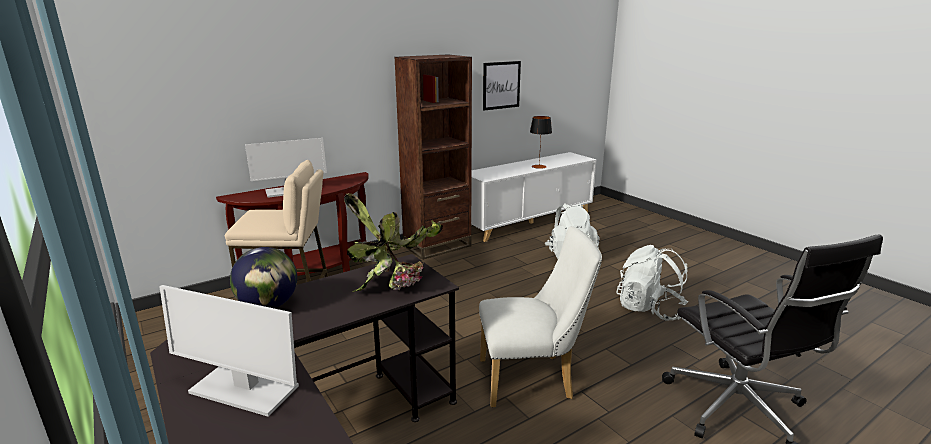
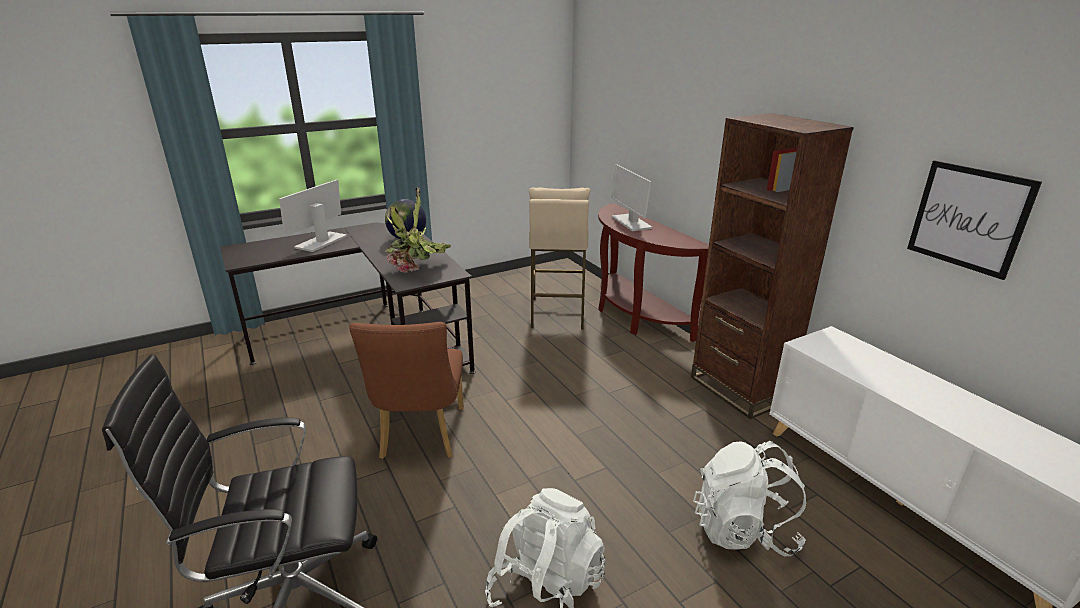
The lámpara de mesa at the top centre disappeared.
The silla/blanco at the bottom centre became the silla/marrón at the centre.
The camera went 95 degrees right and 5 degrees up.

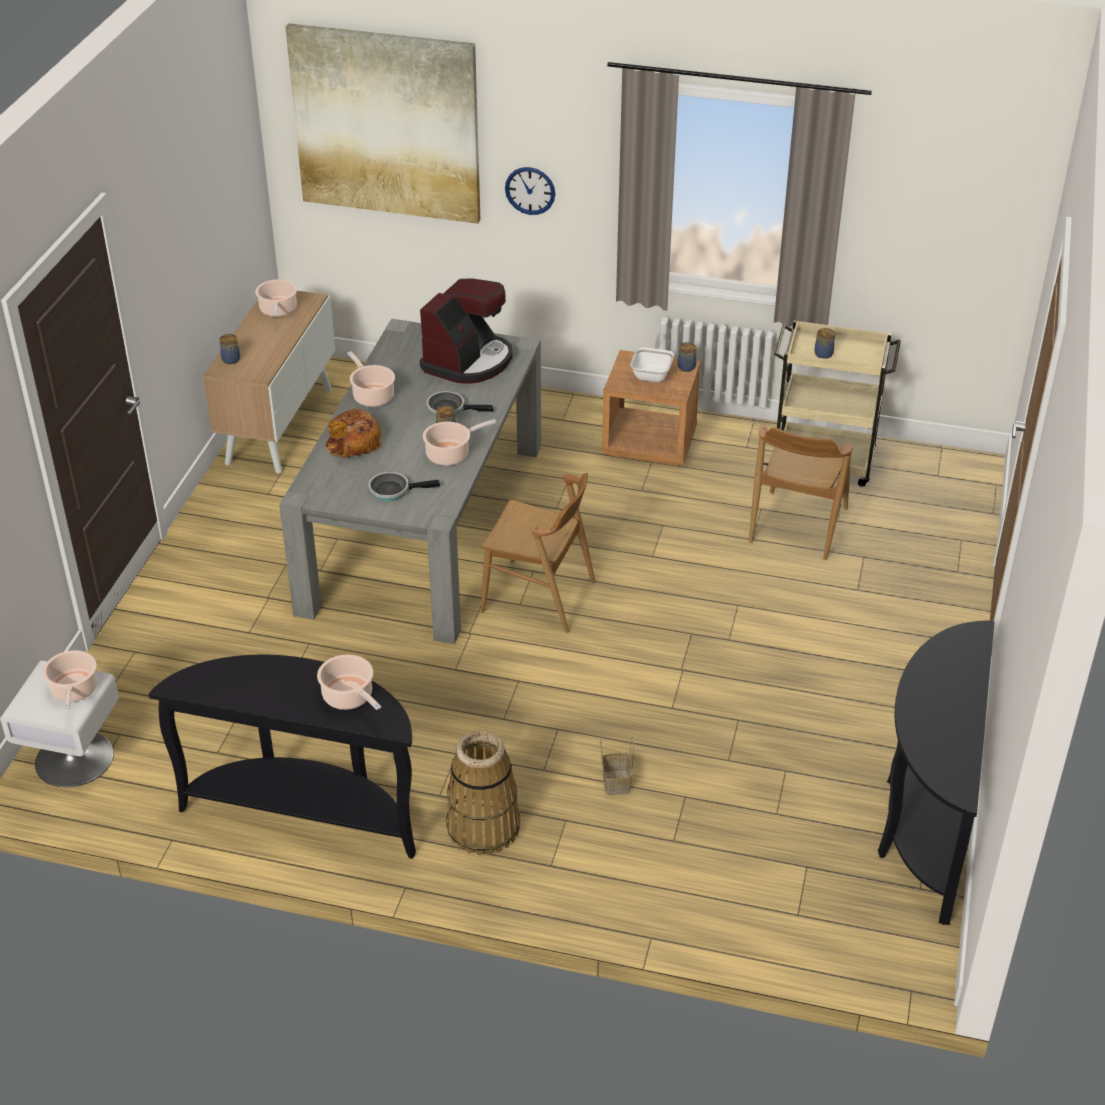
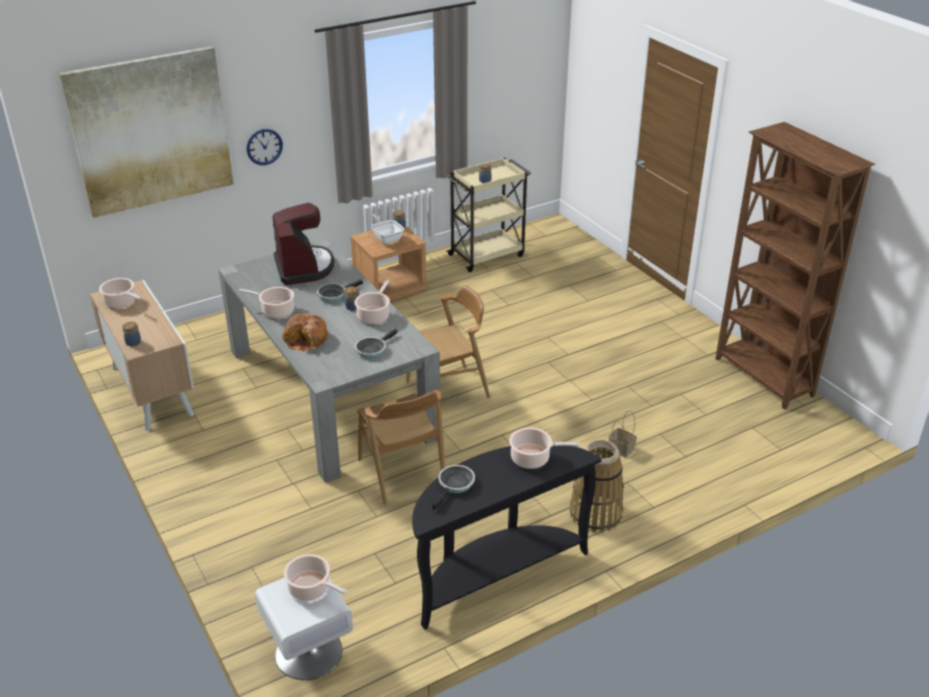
The sartén (4th from left) at the bottom centre appeared.
The silla/marrón (2nd from left in the first image) moved from the middle right to the centre.
The mesa consola/negro (2nd from left) at the bottom right was replaced by the estantería/marrón at the middle right.
The camera went 45 degrees left and 5 degrees down.

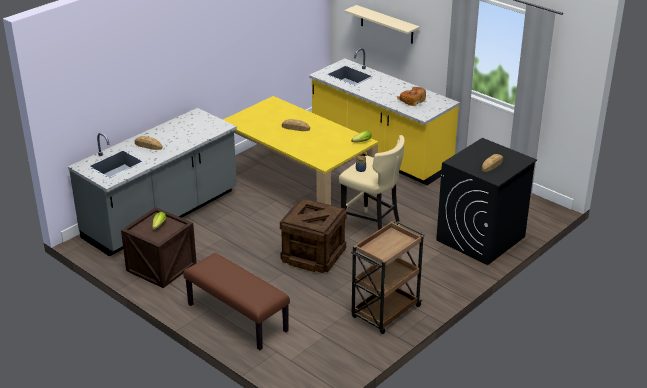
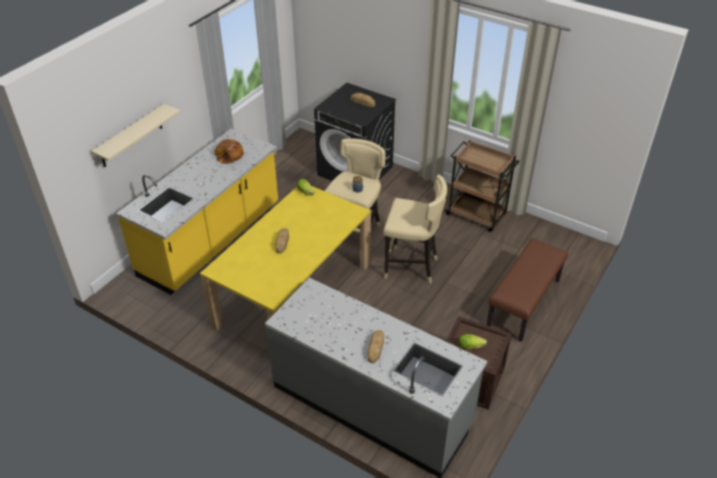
The caja de embalaje (2nd from left) at the centre was replaced by the taburete/beis (2nd from left) at the centre.
The camera went 100 degrees left and 10 degrees up.

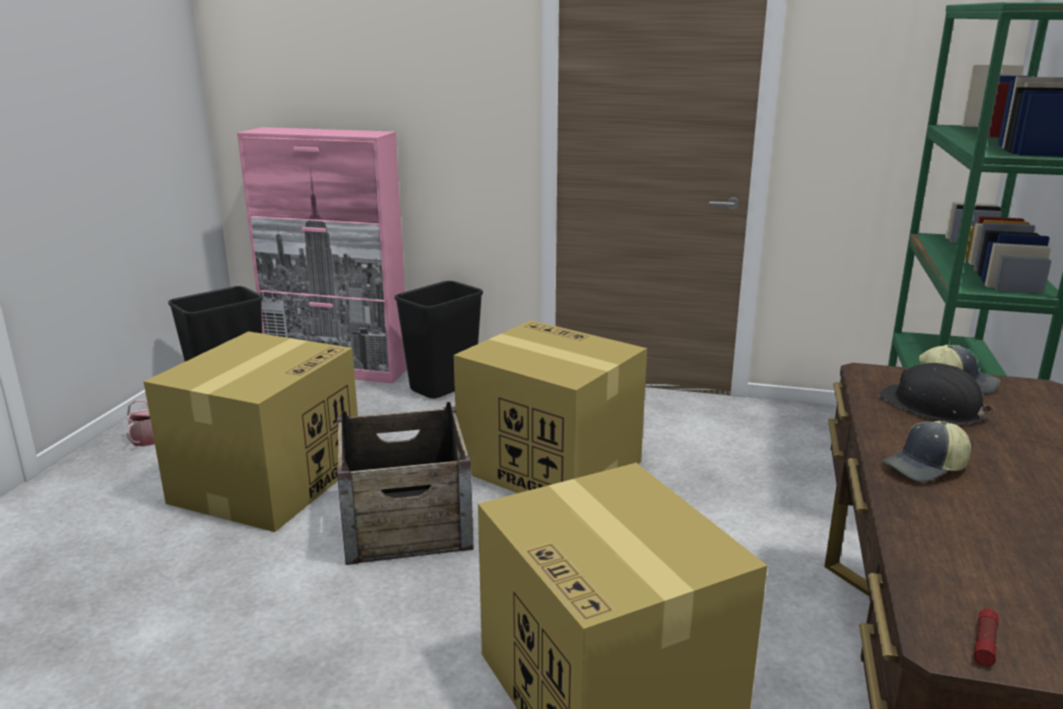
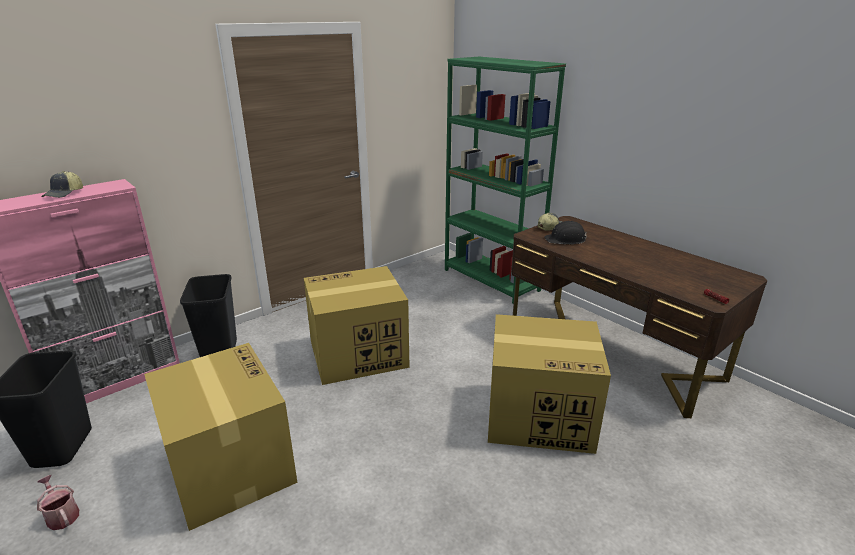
The caja de embalaje at the bottom centre disappeared.
The gorra (1st from left) moved from the middle right to the top left.
The camera went 55 degrees left and 5 degrees up.

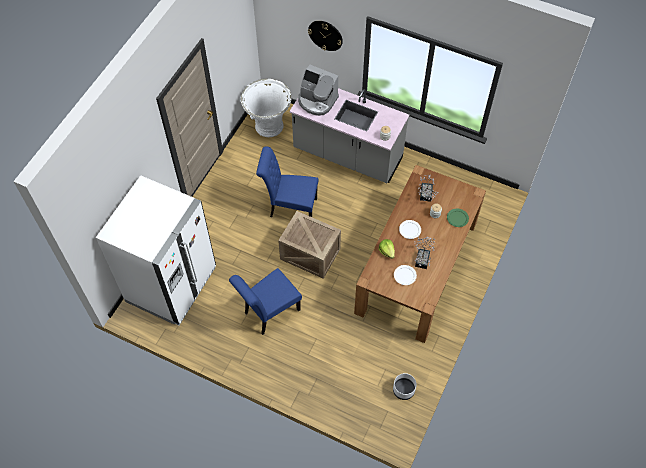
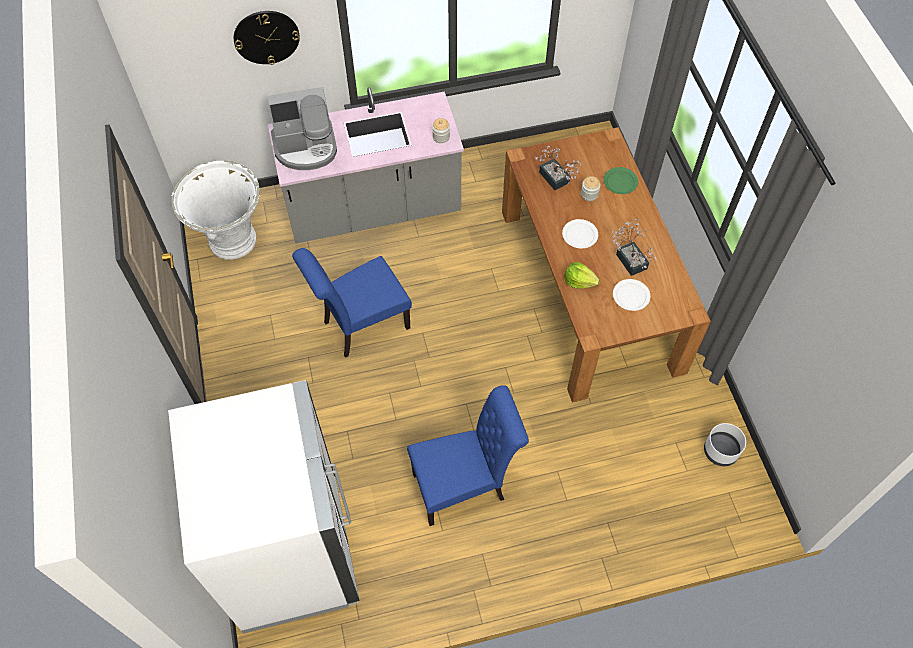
The caja de embalaje at the centre disappeared.
The silla/azul (1st from left in the first image) at the centre turned 120 degrees counterclockwise.
The camera went 40 degrees left and 0 degrees up.

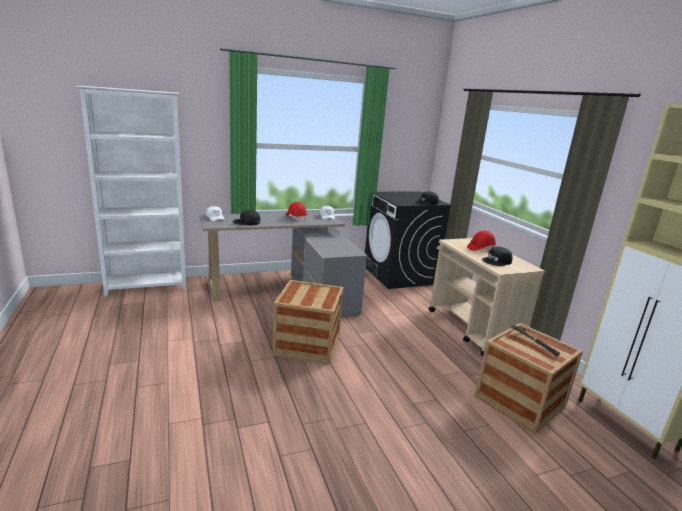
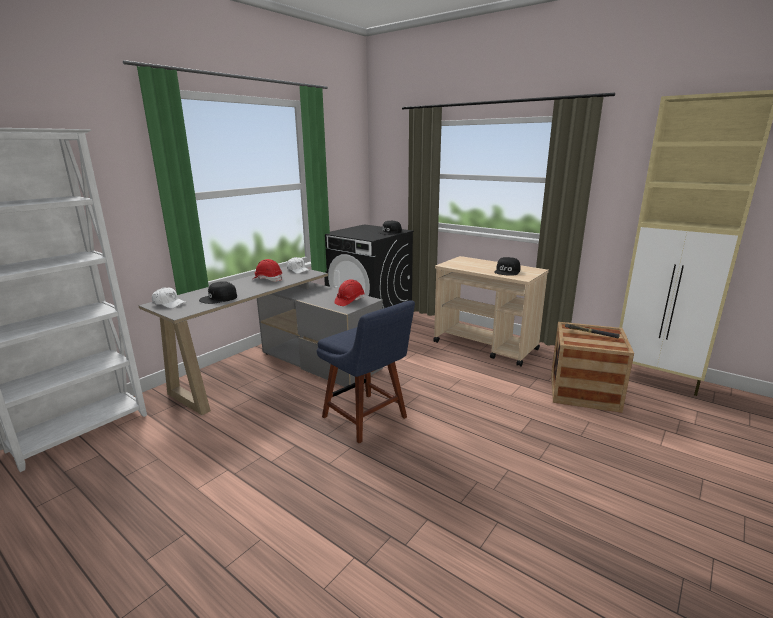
The casco/rojo (2nd from left) moved from the middle right to the centre.
The caja de embalaje (1st from left) at the centre was replaced by the silla/azul at the centre.
The camera went 30 degrees left and 0 degrees up.

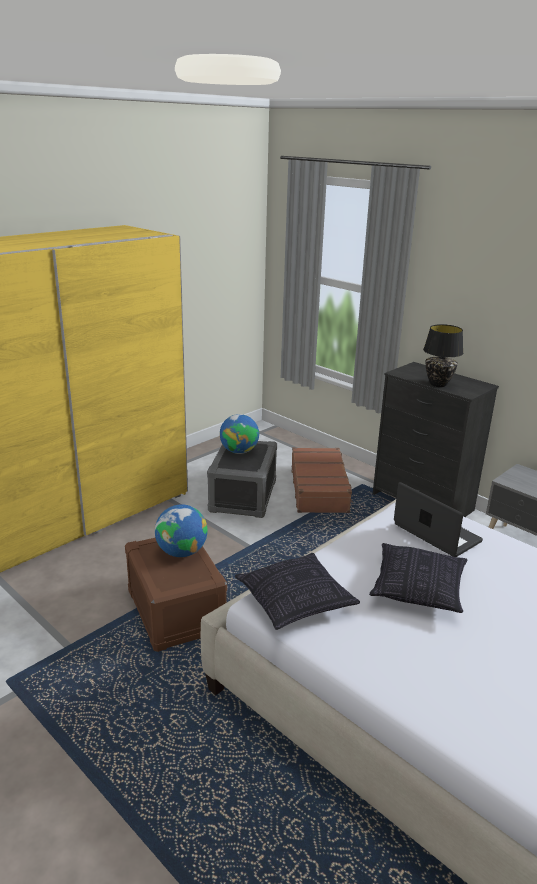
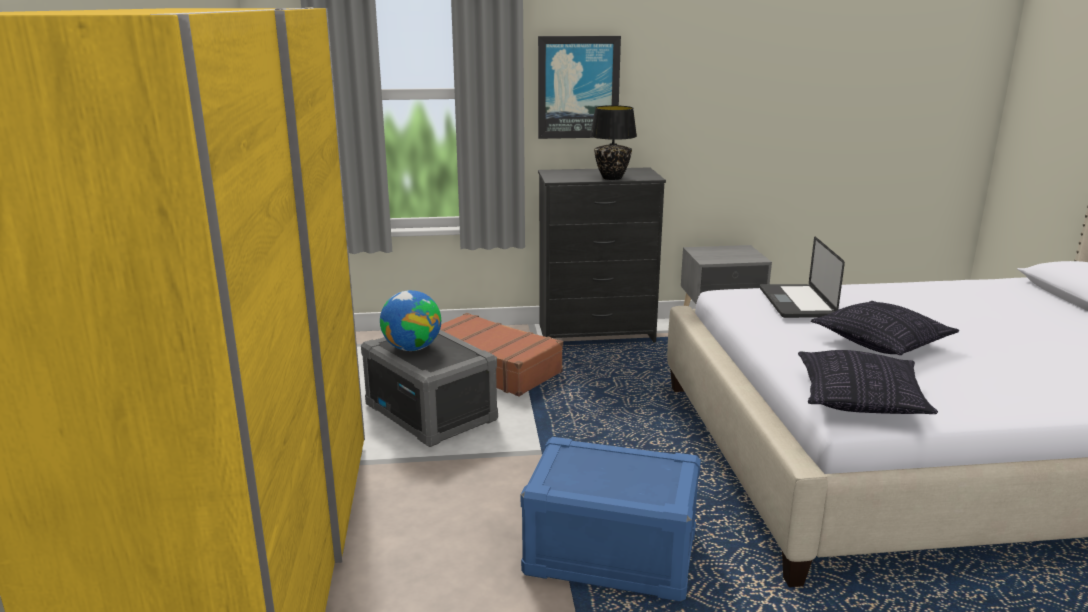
The globo terráqueo (1st from left) at the centre disappeared.
The cuadro at the top centre appeared.
The caja de almacenaje/marrón at the bottom left became the caja de almacenaje/azul at the bottom centre.
The portátil at the middle right turned 90 degrees counterclockwise.
The camera went 50 degrees left and 5 degrees down.

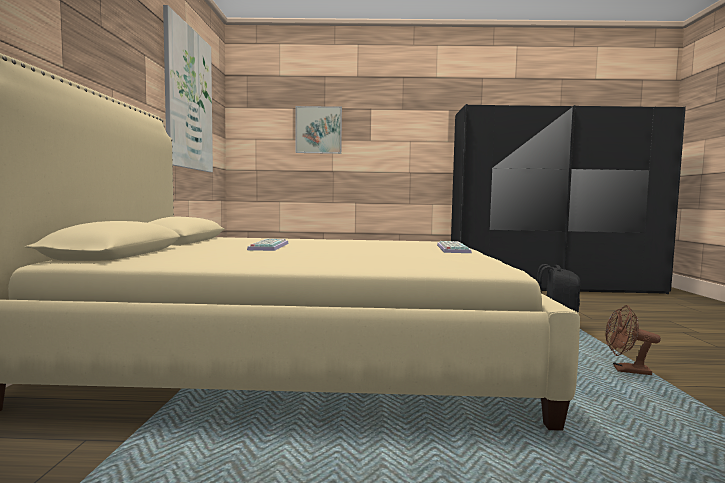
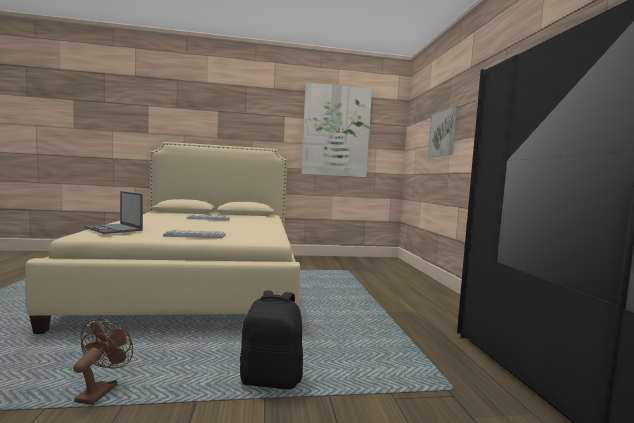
The portátil at the middle left appeared.
The camera went 80 degrees right and 0 degrees up.

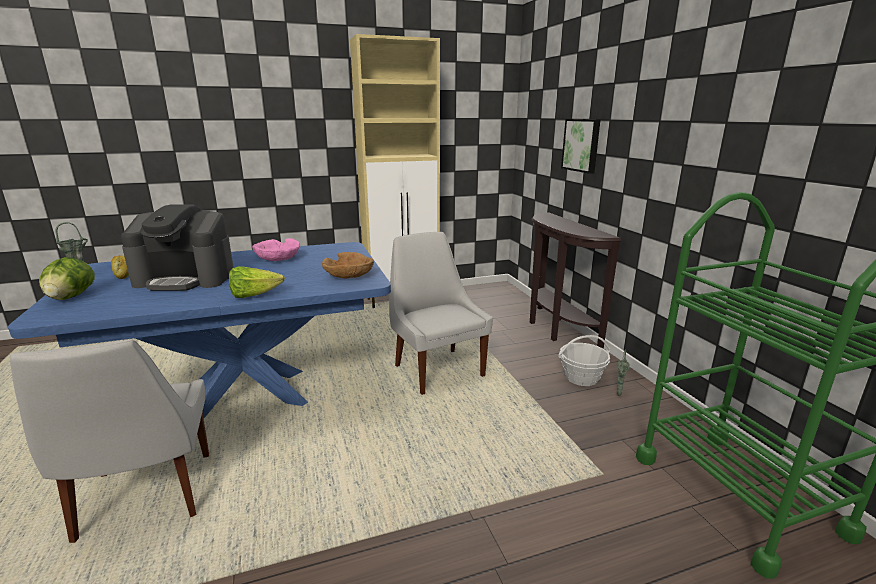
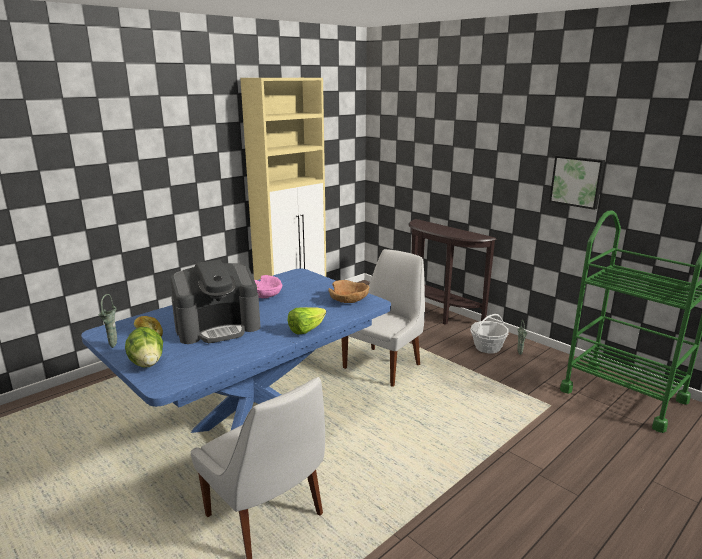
The cuadro moved from the top centre to the top right.
The silla/blanco (2nd from left) at the centre turned 90 degrees clockwise.
The camera went 25 degrees left and 0 degrees up.

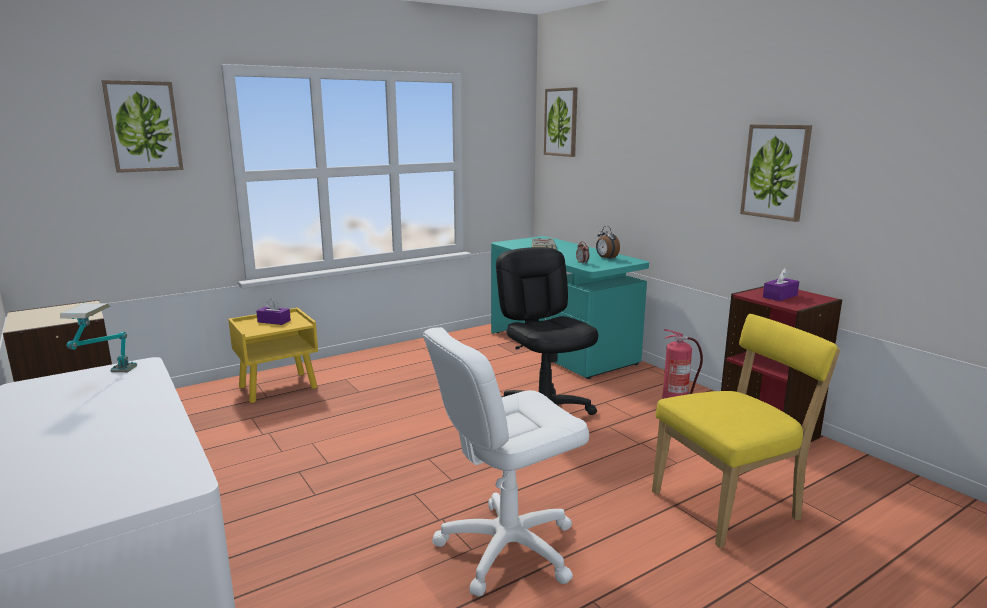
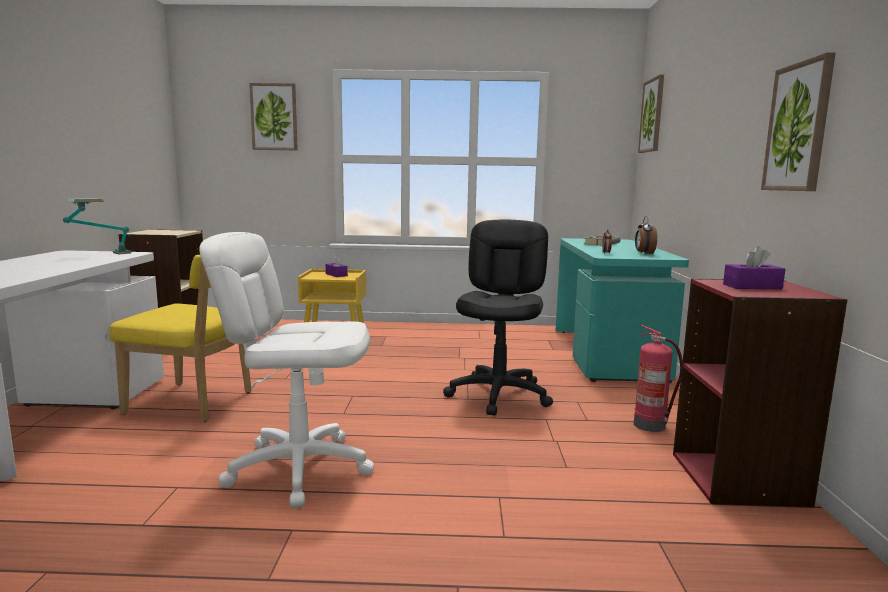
The silla/amarillo moved from the bottom right to the middle left.
The camera went 35 degrees right and 5 degrees down.

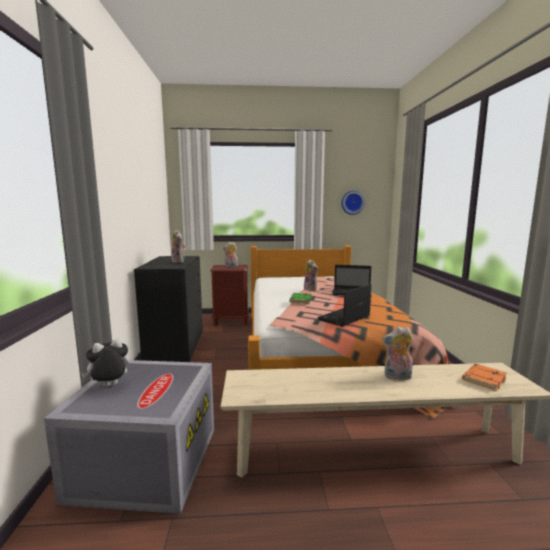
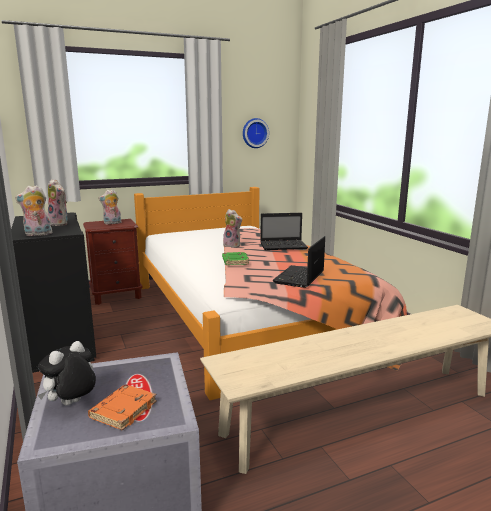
The peluche (5th from left in the first image) moved from the middle right to the middle left.
The libro/naranja moved from the bottom right to the bottom left.
The camera went 20 degrees left and 5 degrees up.

